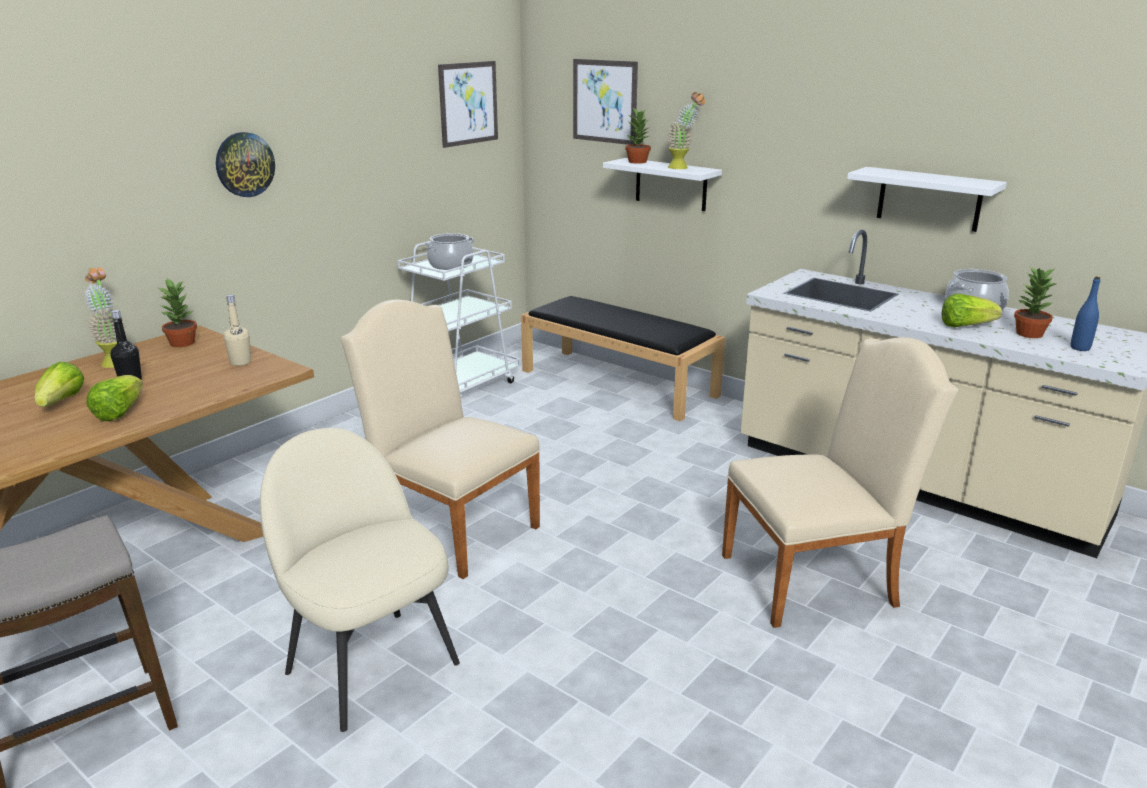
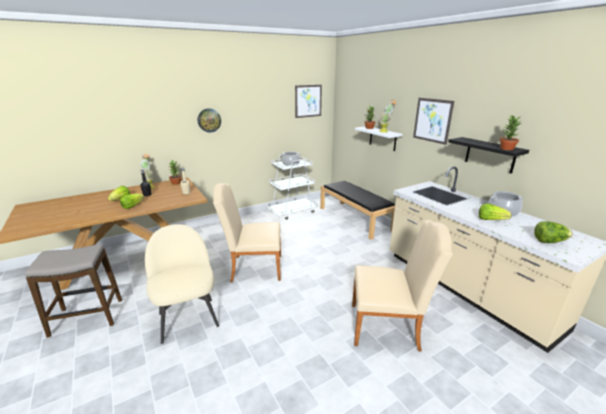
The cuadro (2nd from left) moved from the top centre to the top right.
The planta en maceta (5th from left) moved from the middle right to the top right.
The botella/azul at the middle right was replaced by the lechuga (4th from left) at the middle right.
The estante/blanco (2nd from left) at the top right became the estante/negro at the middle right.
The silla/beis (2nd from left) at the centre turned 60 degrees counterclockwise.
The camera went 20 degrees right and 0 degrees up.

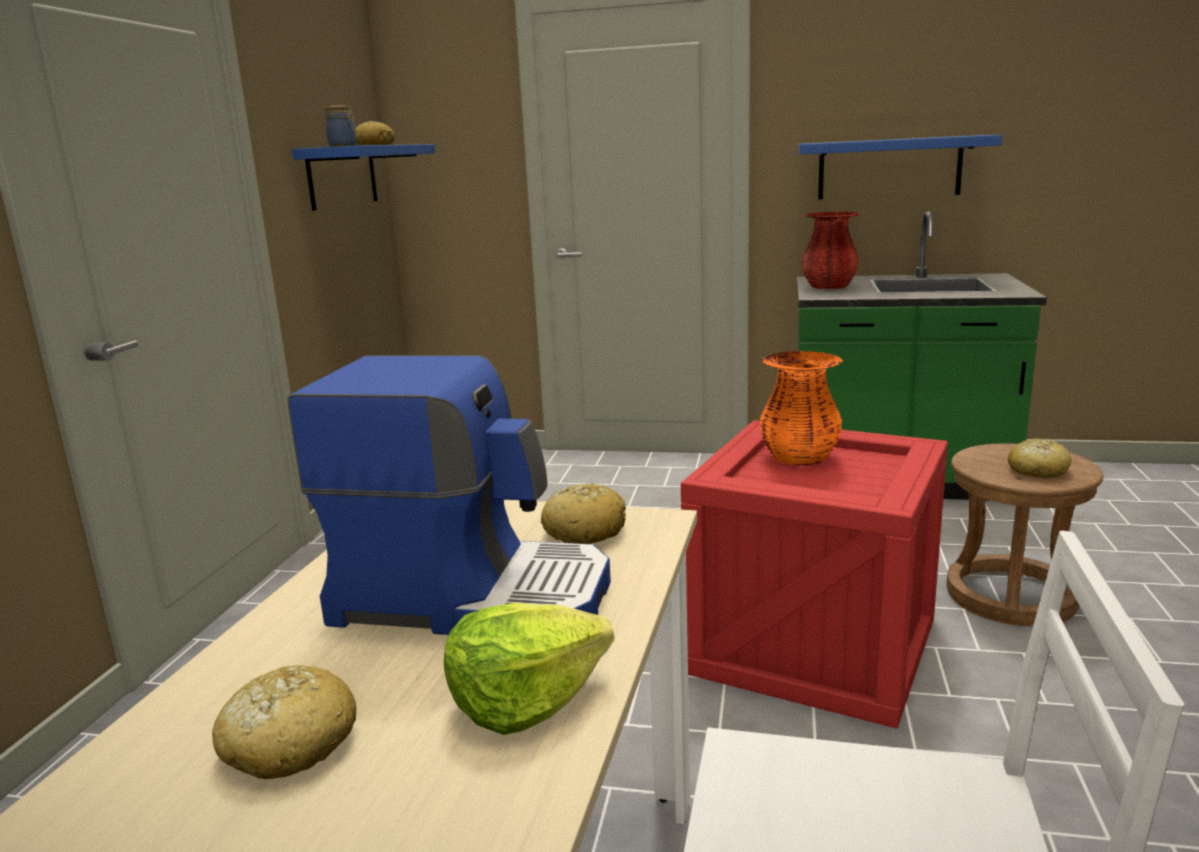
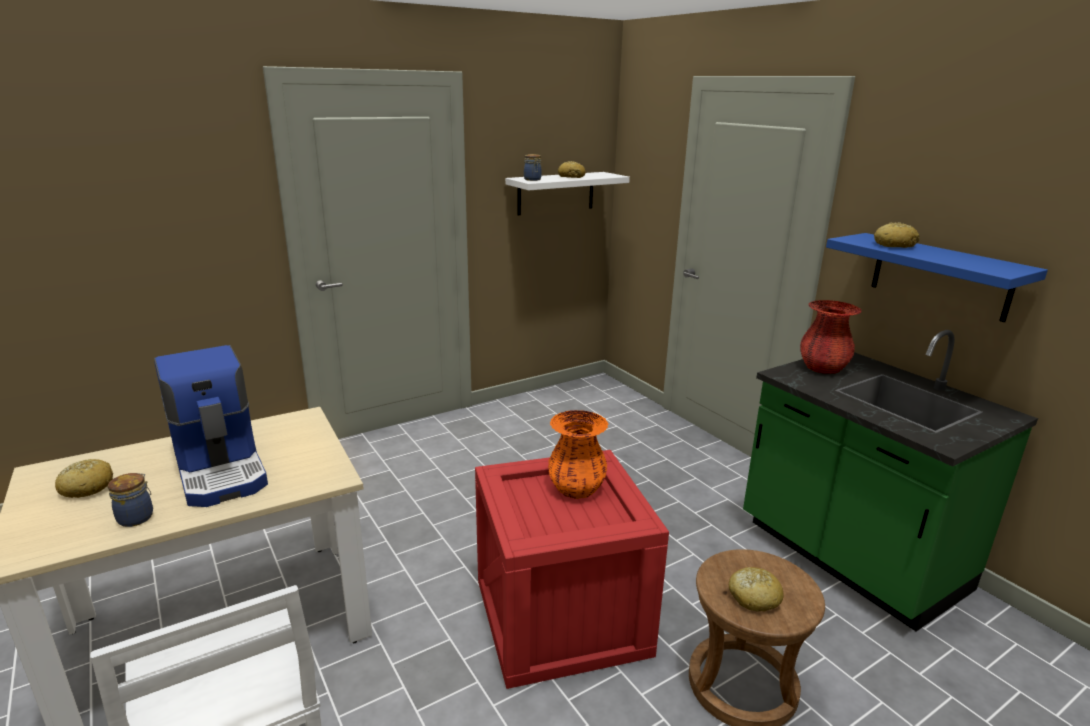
The pan (3rd from left in the first image) moved from the centre to the top right.
The lechuga at the bottom centre was replaced by the tarro (1st from left) at the bottom left.
The estante/azul (1st from left) at the top left became the estante/blanco at the top centre.
The camera went 45 degrees right and 5 degrees up.

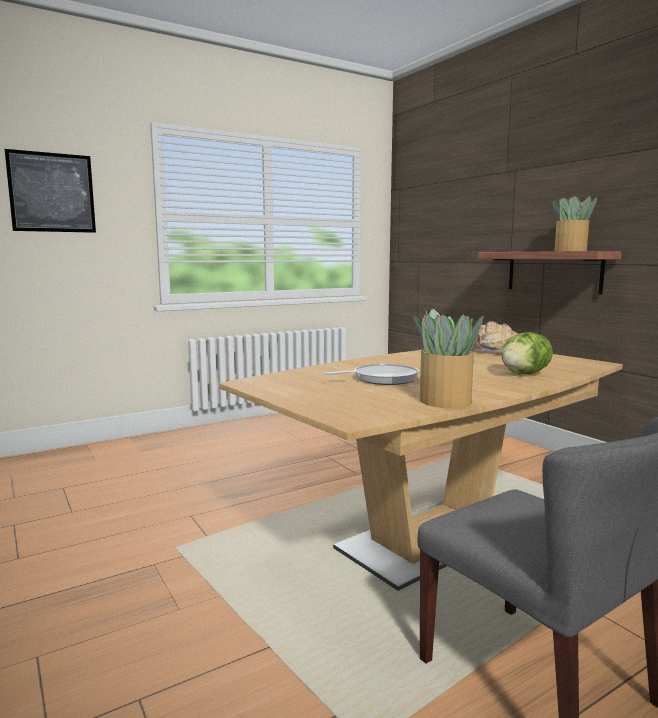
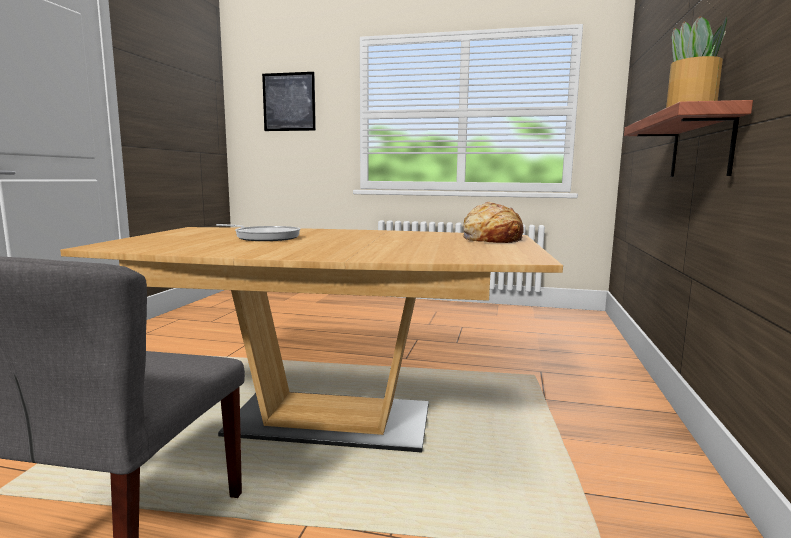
The planta en maceta (1st from left) at the middle right disappeared.
The lechuga at the middle right disappeared.
The camera went 45 degrees right and 0 degrees up.

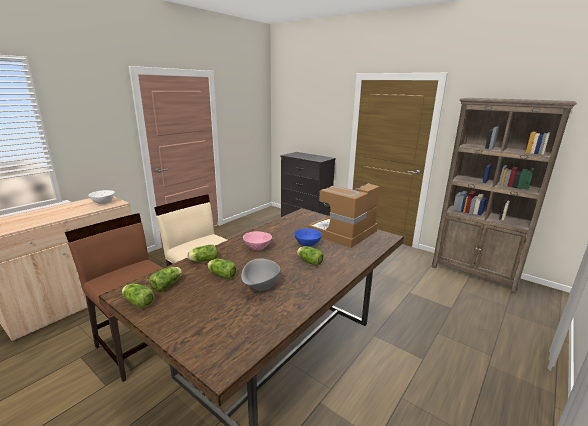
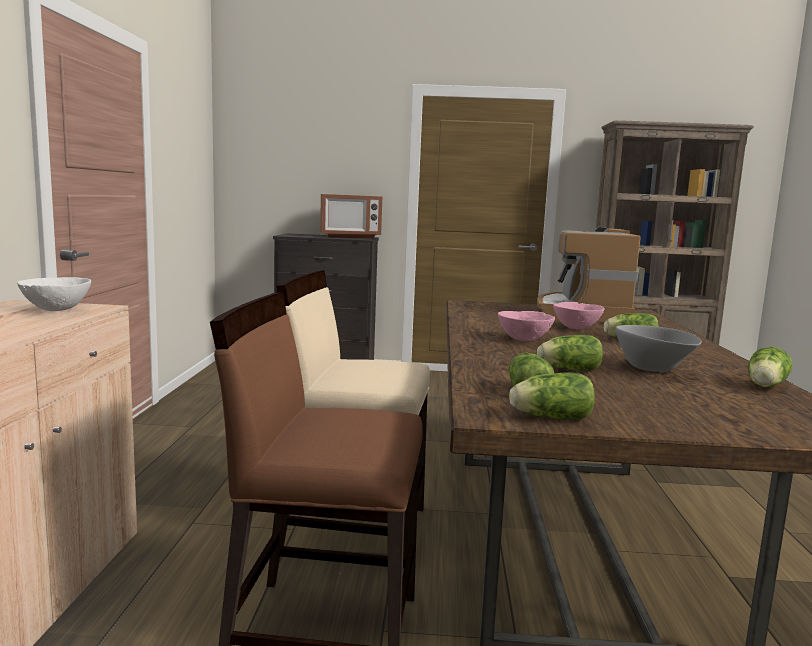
The microondas at the centre appeared.
The lechuga (3rd from left in the first image) moved from the centre to the middle right.
The cuenco/azul at the centre became the cuenco/rosa (2nd from left) at the middle right.
The camera went 35 degrees left and 10 degrees down.

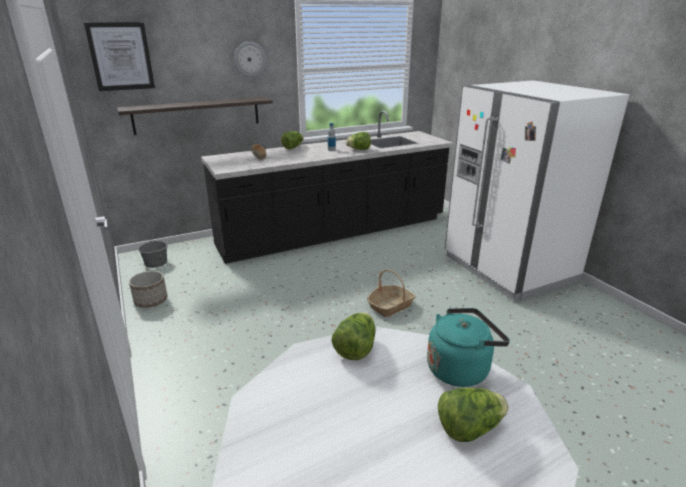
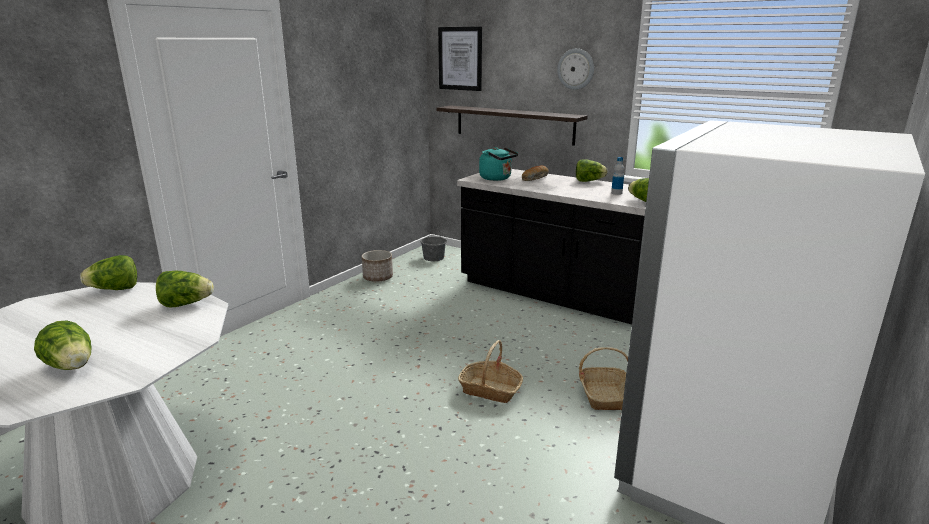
The lechuga (2nd from left) at the middle left appeared.
The cesta (2nd from left) at the bottom centre appeared.
The hervidor/turquesa moved from the bottom right to the top centre.
The camera went 60 degrees right and 5 degrees down.

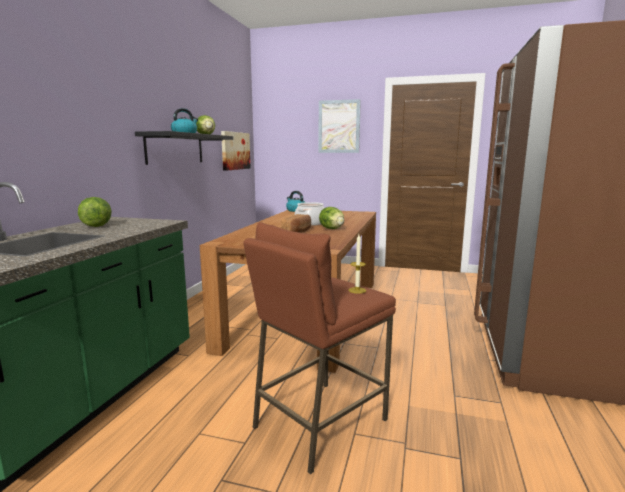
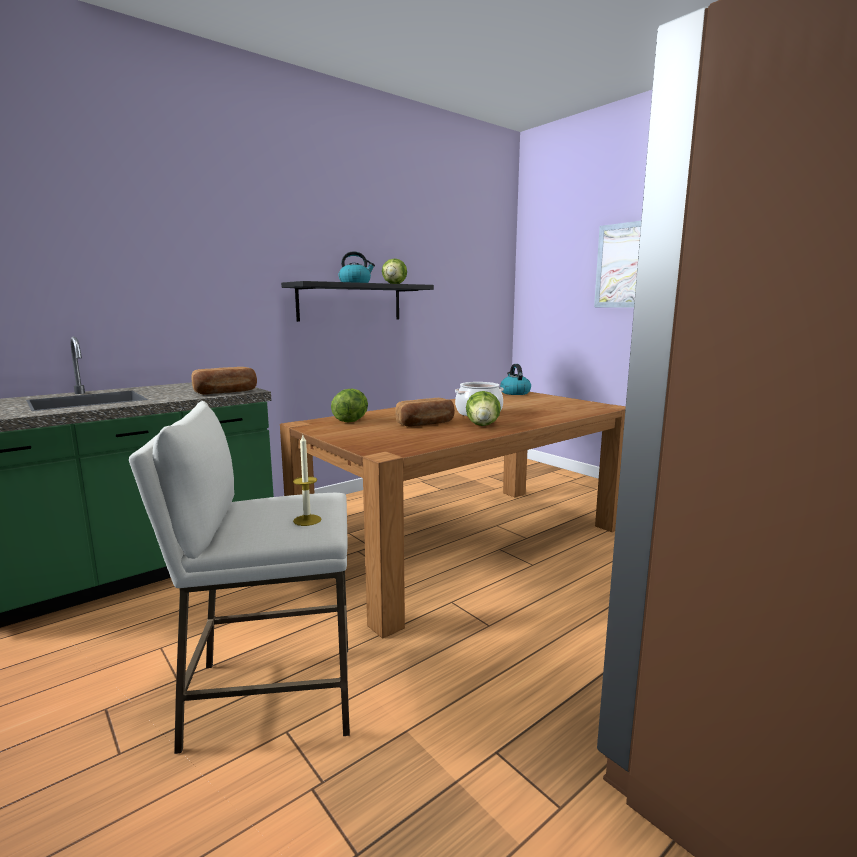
The cuadro (1st from left) at the top centre disappeared.
The pan (1st from left) at the middle left appeared.
The lechuga (1st from left) moved from the middle left to the centre.
The taburete/marrón at the bottom centre became the taburete/blanco at the bottom left.
The camera went 35 degrees right and 0 degrees up.

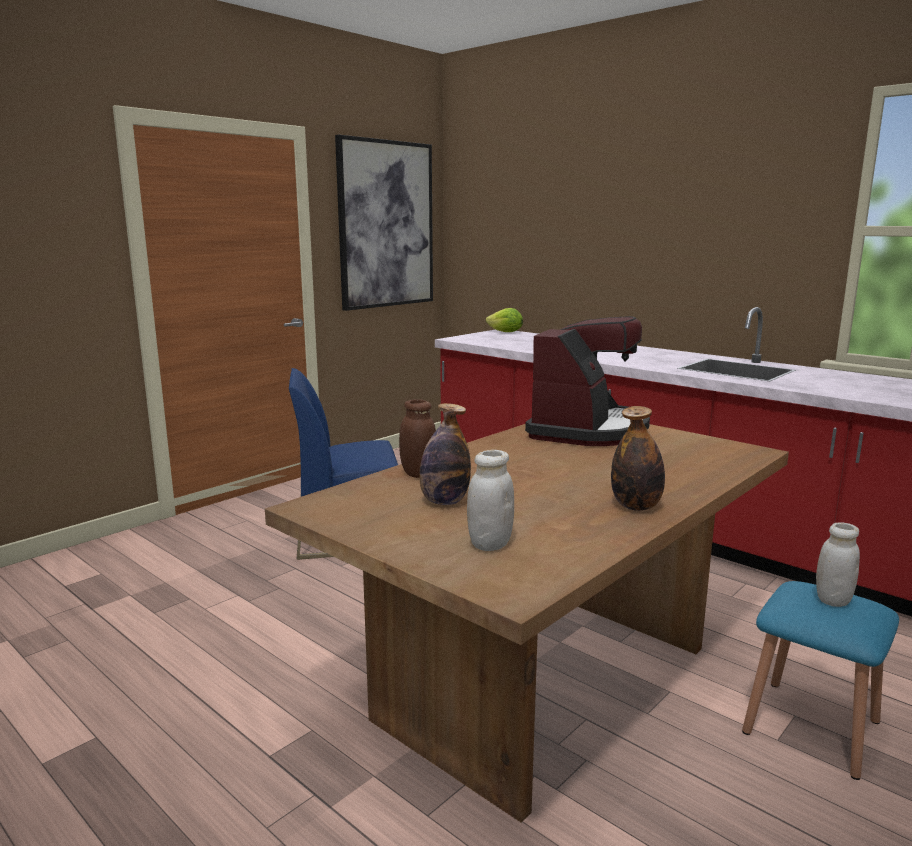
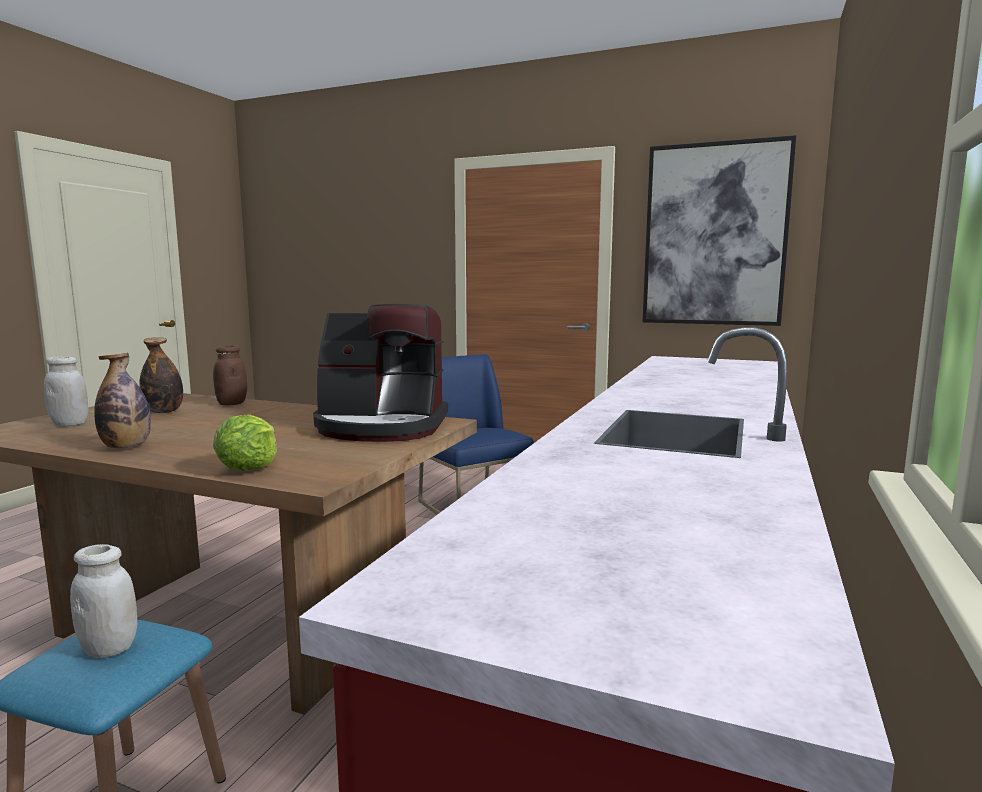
The lechuga moved from the centre to the middle left.
The camera went 70 degrees right and 5 degrees down.

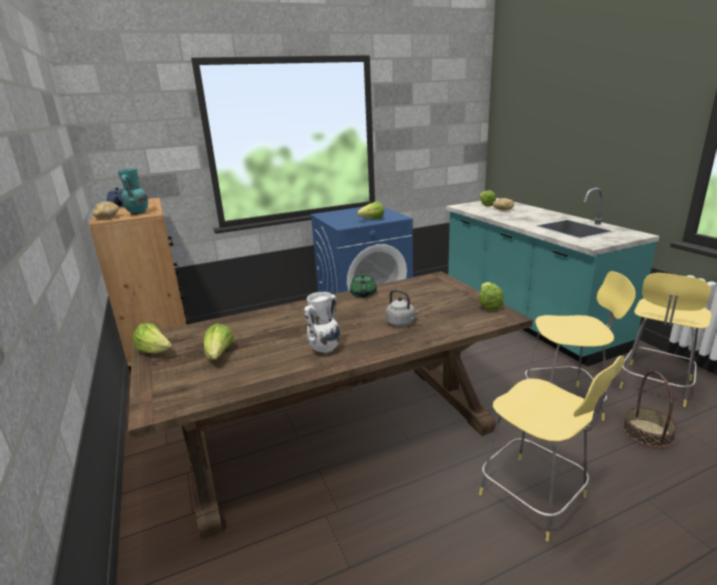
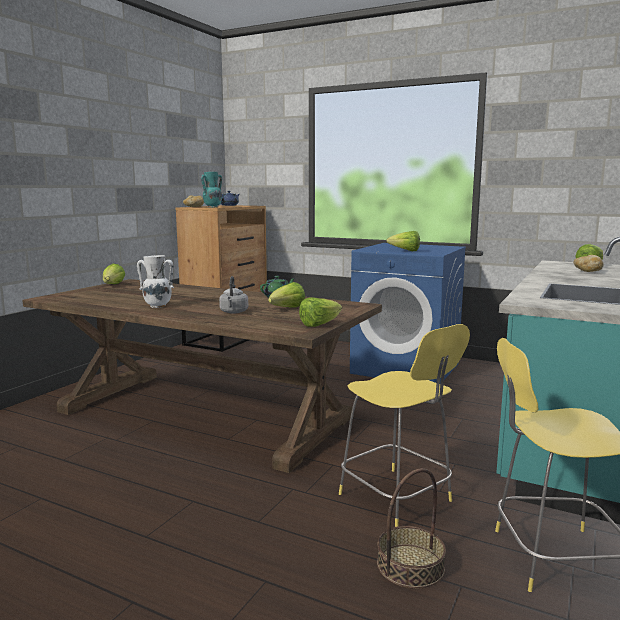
The taburete/amarillo (1st from left) at the bottom right disappeared.
The lechuga (2nd from left) moved from the middle left to the centre.
The camera went 50 degrees right and 10 degrees down.

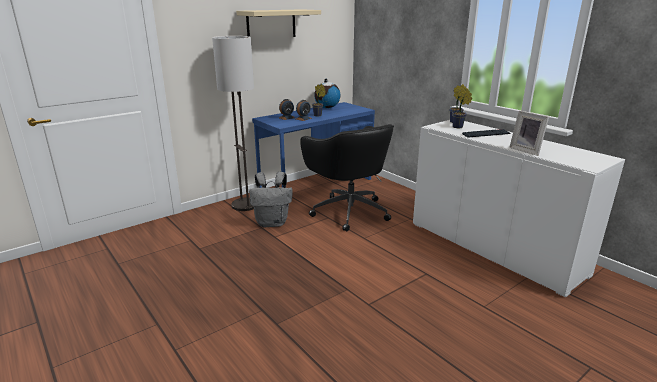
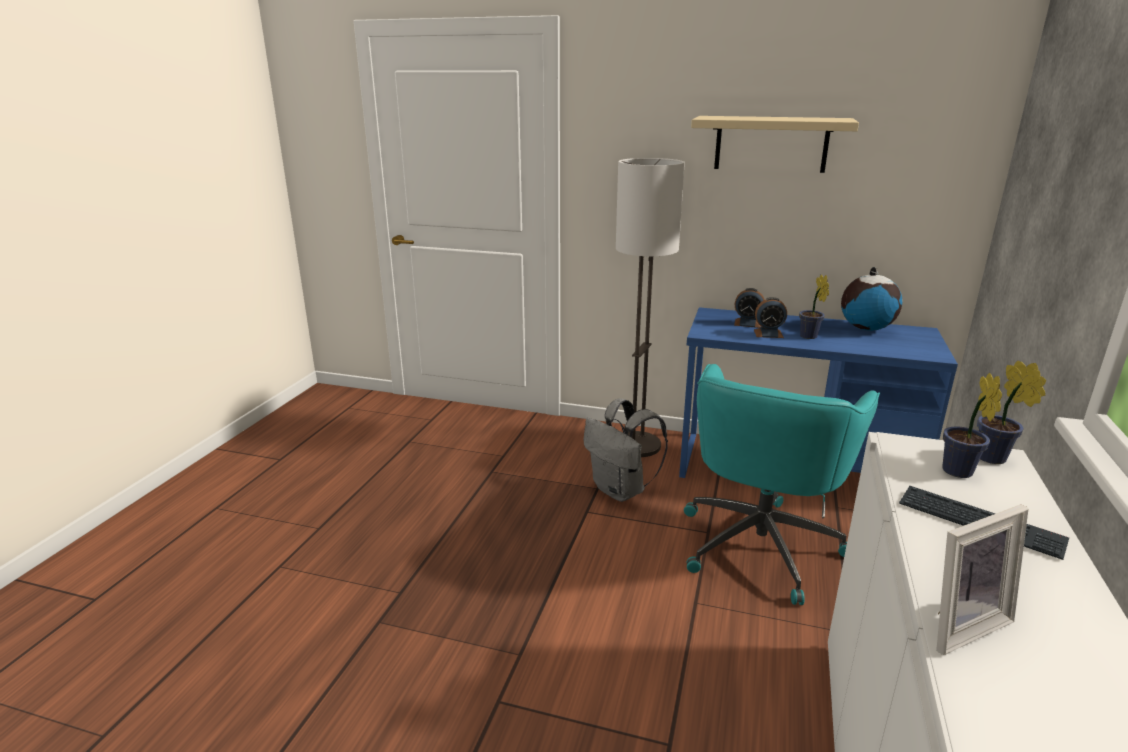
The silla de oficina/negro at the centre became the silla de oficina/turquesa at the middle right.
The portarretratos at the middle right turned 135 degrees counterclockwise.
The camera went 55 degrees right and 0 degrees up.

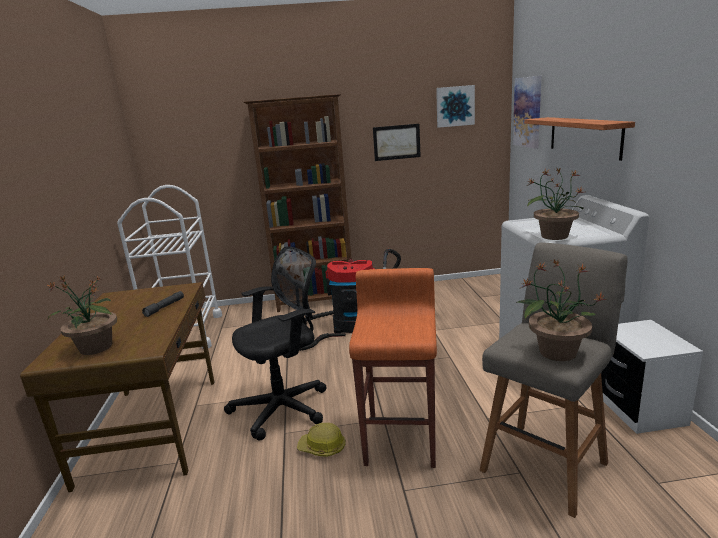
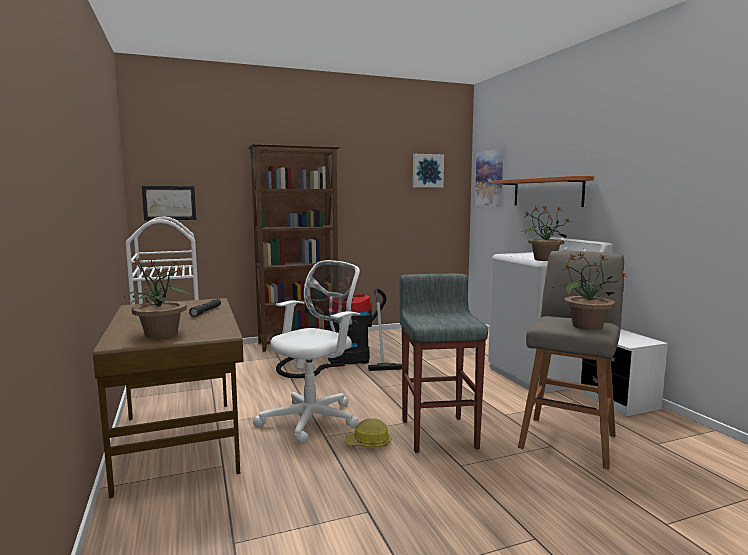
The cuadro (1st from left) moved from the top centre to the middle left.
The silla de oficina/negro at the centre became the silla de oficina/blanco at the centre.
The taburete/naranja at the bottom centre became the taburete/gris (1st from left) at the centre.
The camera went 15 degrees left and 10 degrees down.

